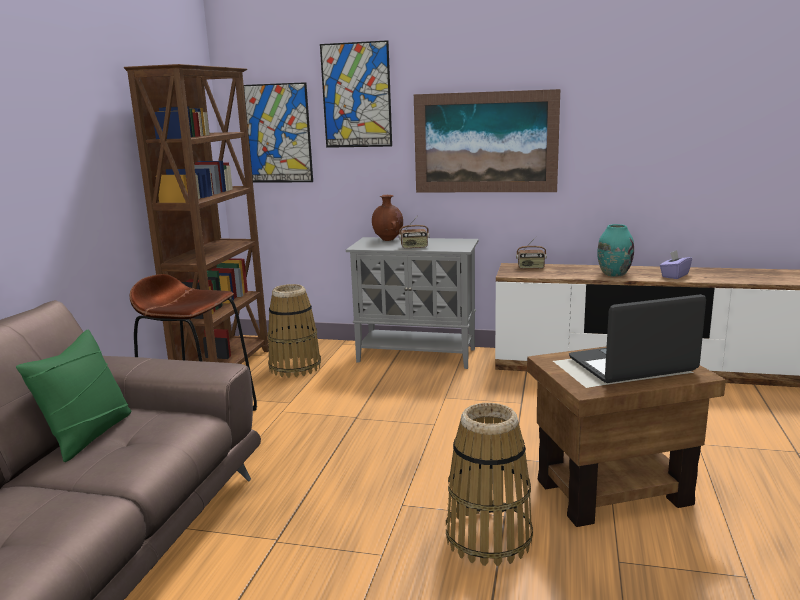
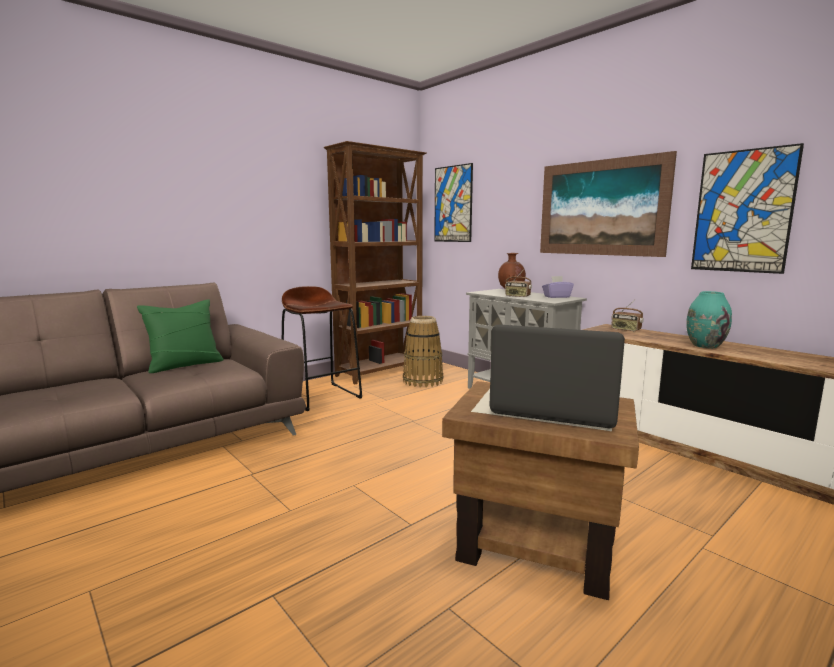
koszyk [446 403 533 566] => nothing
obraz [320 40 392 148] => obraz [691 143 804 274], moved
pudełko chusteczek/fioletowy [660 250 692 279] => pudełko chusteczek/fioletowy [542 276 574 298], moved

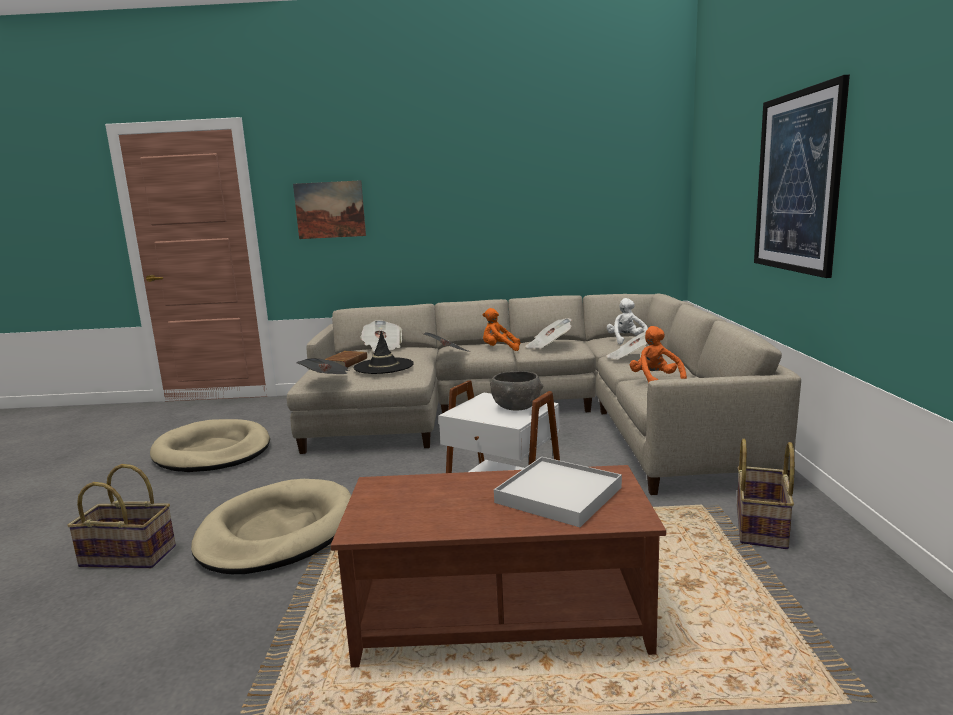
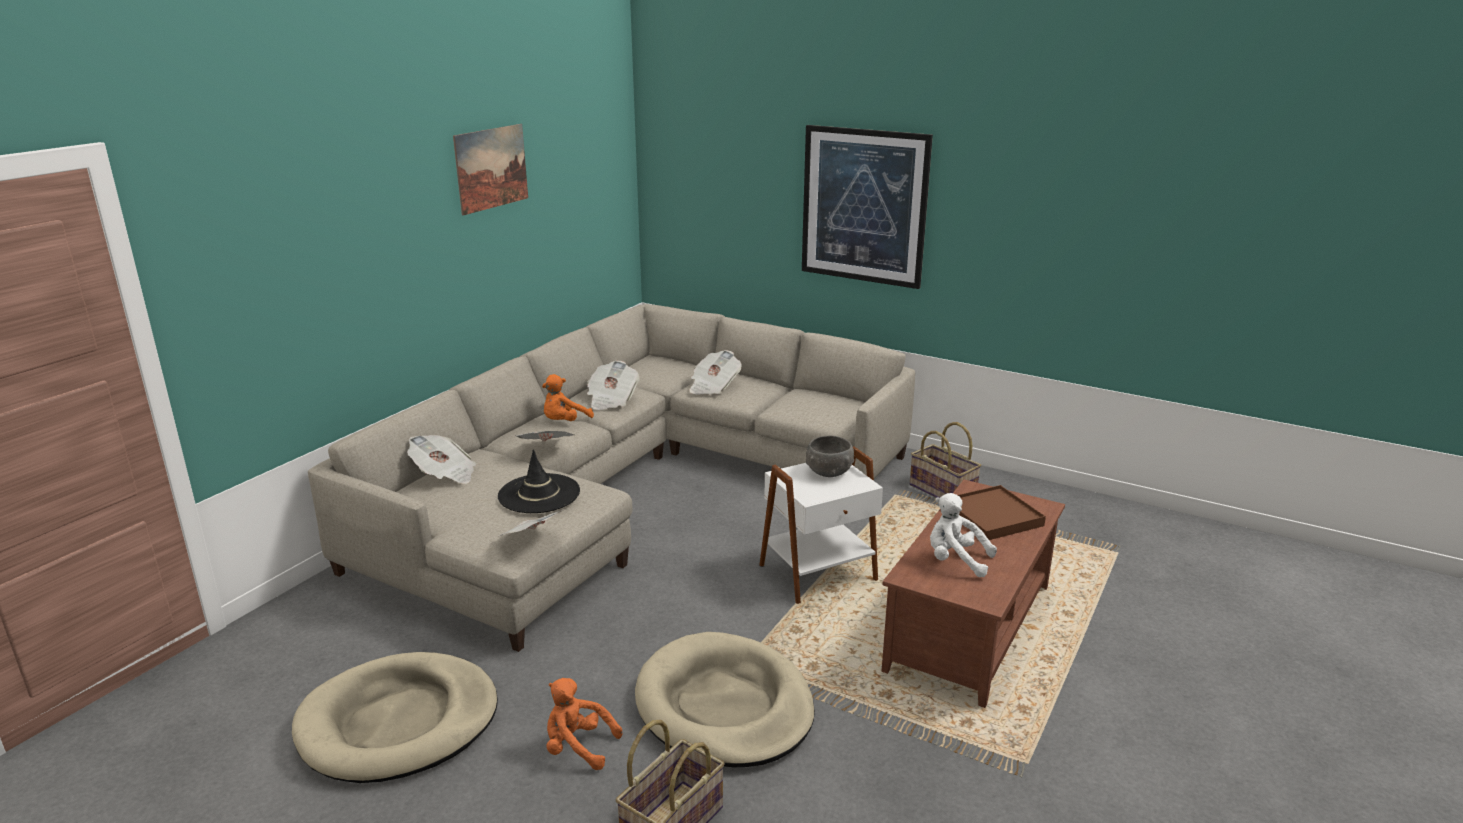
książka/brązowy [324 351 367 368] => nothing
obraz [293 180 366 239] => obraz [453 124 528 215], moved
pluszak/biały [607 298 648 345] => pluszak/biały [930 493 997 577], moved
pluszak/pomarańczowy [630 326 687 383] => pluszak/pomarańczowy [547 678 622 770], moved
taca/biały [494 457 622 527] => taca/brązowy [958 485 1046 540]

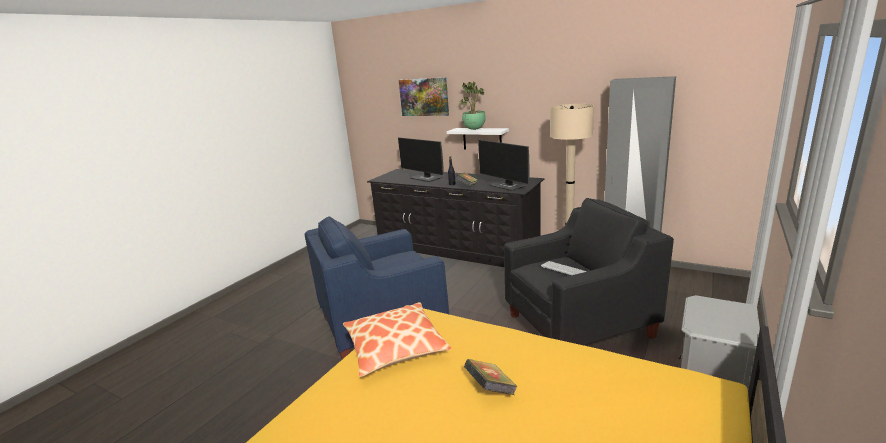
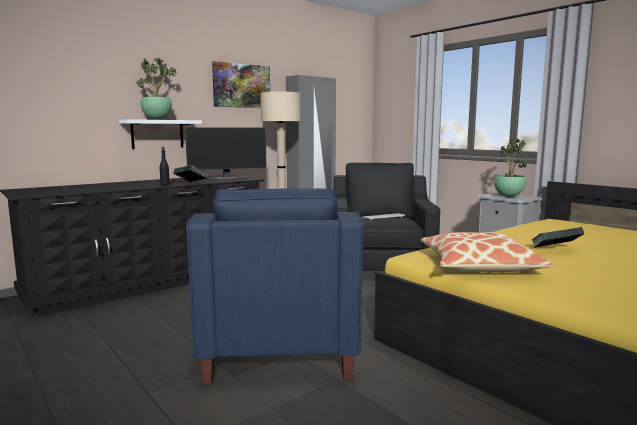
monitor [398 137 444 182] => nothing
nothing => roślina doniczkowa [494 138 528 197]
obraz [399 77 449 116] => obraz [212 61 270 108], moved

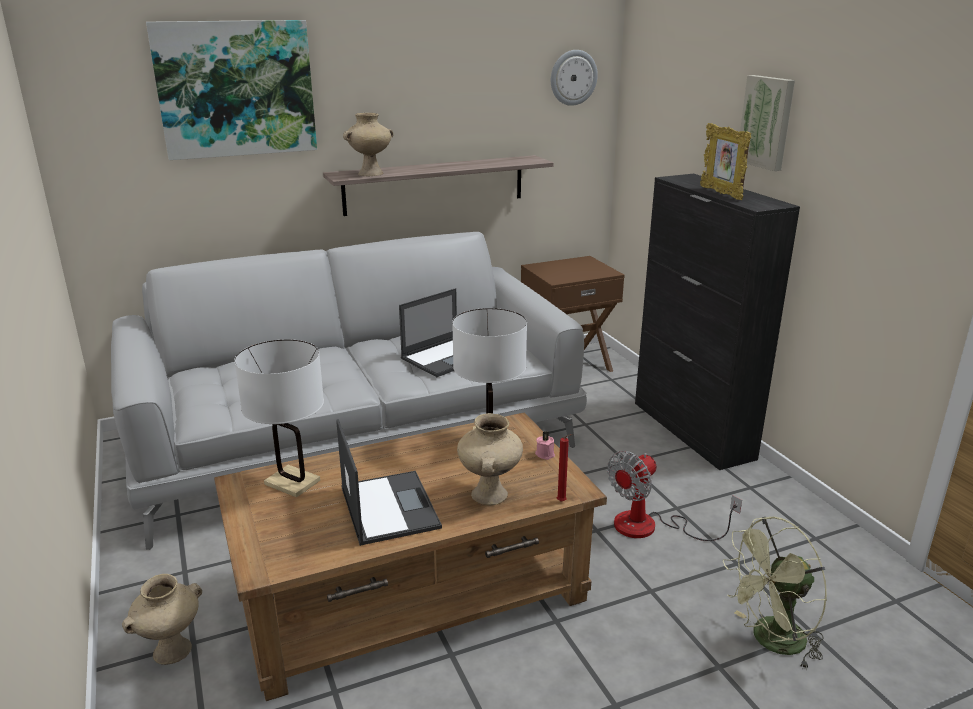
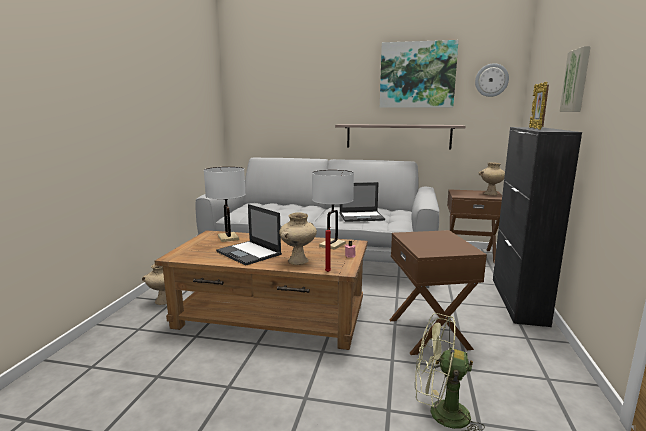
obraz [146 20 317 160] => obraz [380 40 458 108], moved
wazon/beżowy [343 113 394 176] => wazon/beżowy [479 162 505 195], moved
wentylator [607 451 742 541] => stolik/brązowy [390 230 487 355]
laptop [336 419 442 546] => laptop [216 204 282 266], 120 degrees clockwise

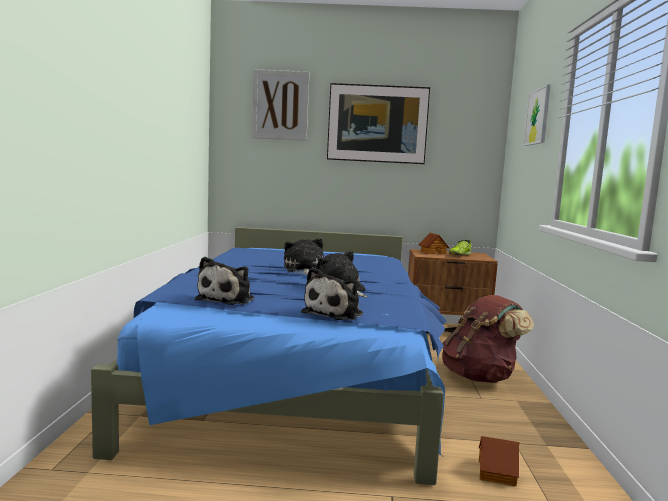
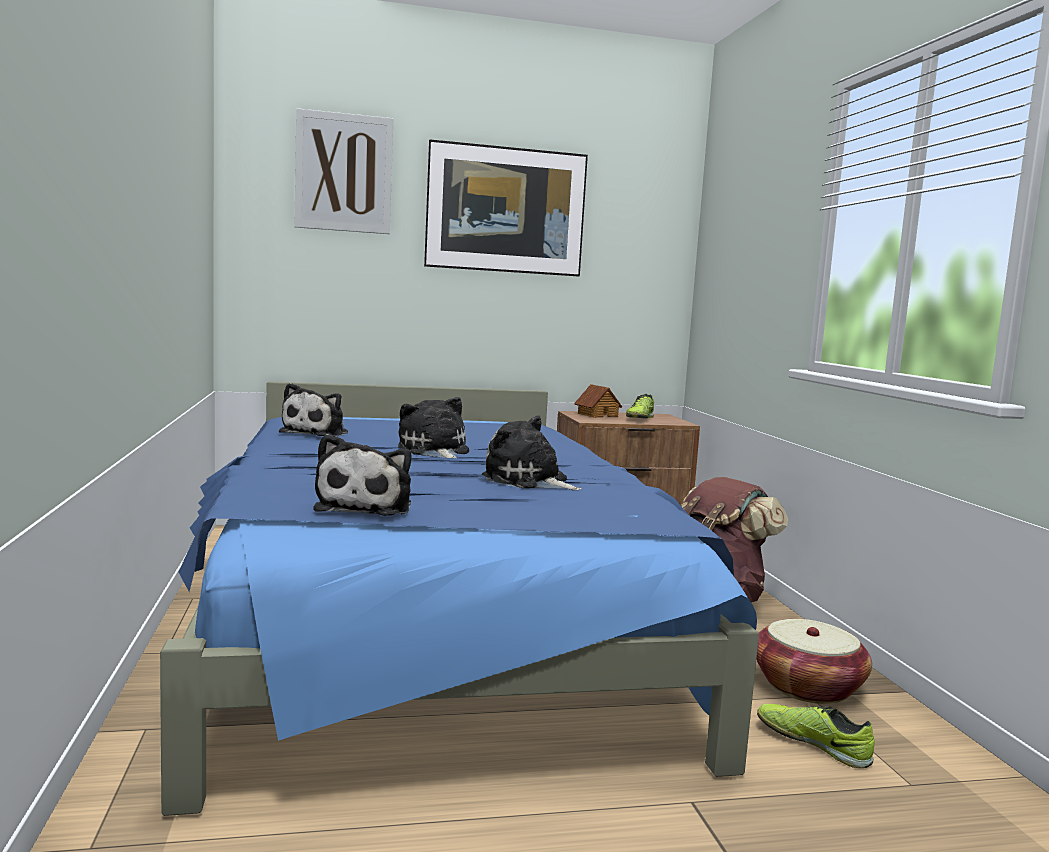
obraz [523 84 551 146] => nothing
nothing => koszyk [756 619 872 704]
pluszak [301 267 363 320] => pluszak [279 383 348 437], moved
domek [479 436 520 486] => but [757 704 875 768]

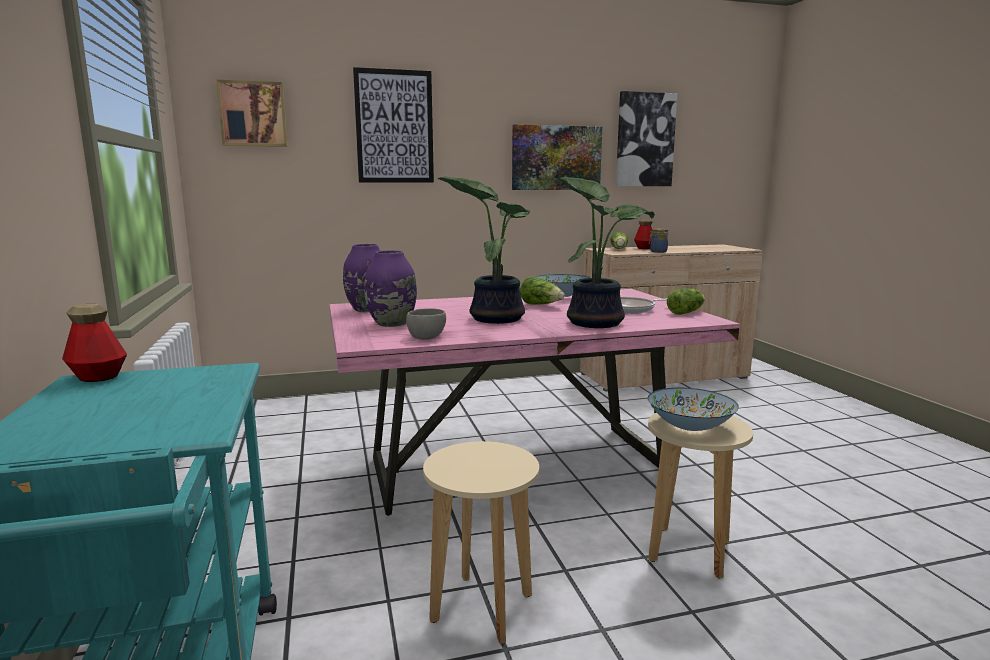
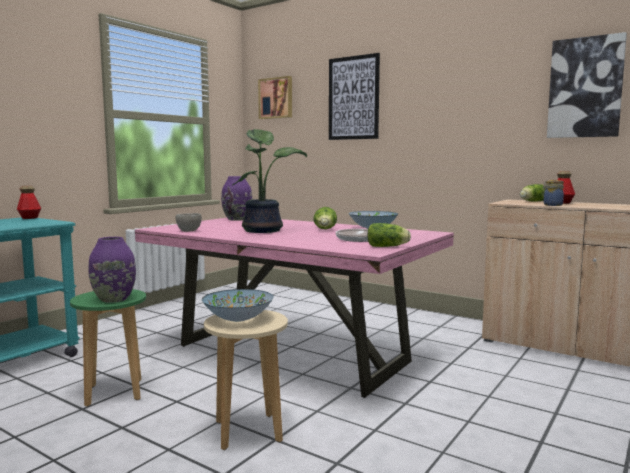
obraz [512 124 602 190] => nothing
roślina doniczkowa [556 177 655 328] => nothing
wazon/fioletowy [364 250 417 327] => wazon/fioletowy [88 237 136 303], moved
stołek/beżowy [423 441 539 644] => stołek/zielony [70 289 146 407]

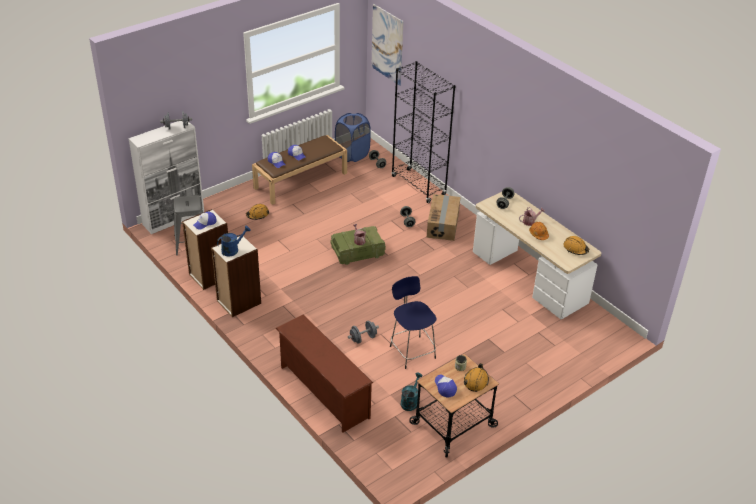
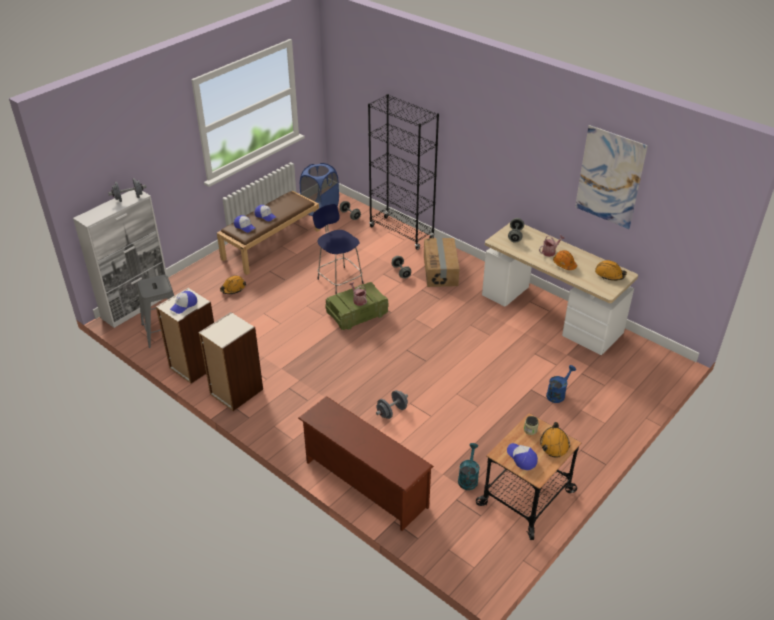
konewka/niebieski [217 226 251 257] => konewka/niebieski [546 365 576 403], moved
obraz [371 4 403 86] => obraz [575 125 648 229], moved
stołek/niebieski [390 276 437 369] => stołek/niebieski [313 204 363 294], moved

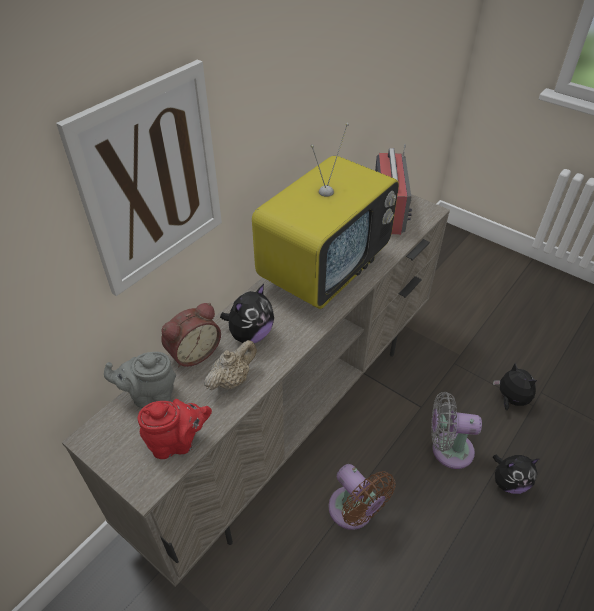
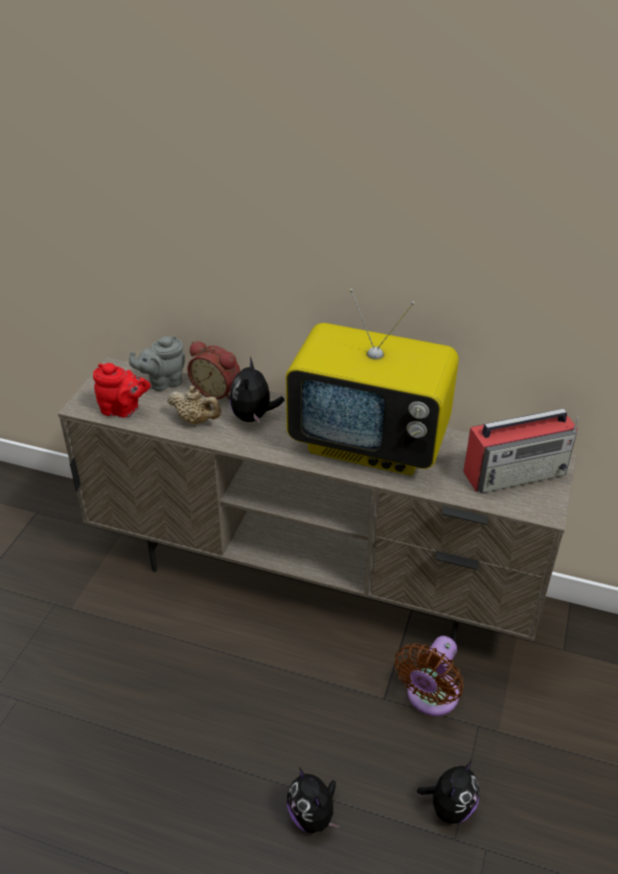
obraz [56 59 222 296] => nothing
wentylator/szary [431 392 482 469] => nothing
wentylator/brązowy [328 464 396 530] => wentylator/brązowy [394 636 463 716], moved
imbryk/szary [104 352 176 408] => imbryk/szary [129 336 185 391], 90 degrees counterclockwise
imbryk/czerwony [137 399 212 459] => imbryk/czerwony [93 363 151 418], 45 degrees counterclockwise
pluszak [220 284 274 343] => pluszak [230 357 284 423], 75 degrees clockwise

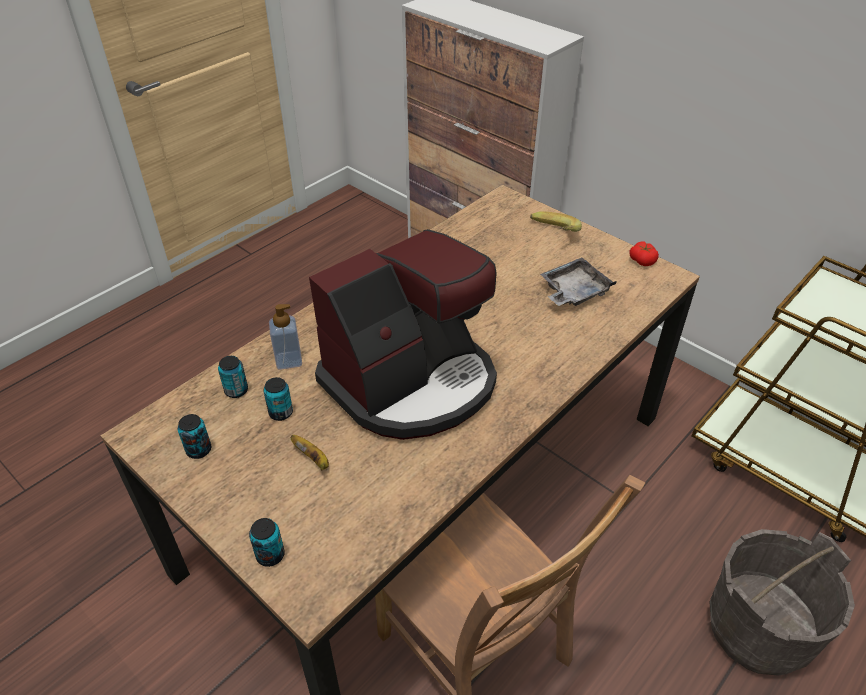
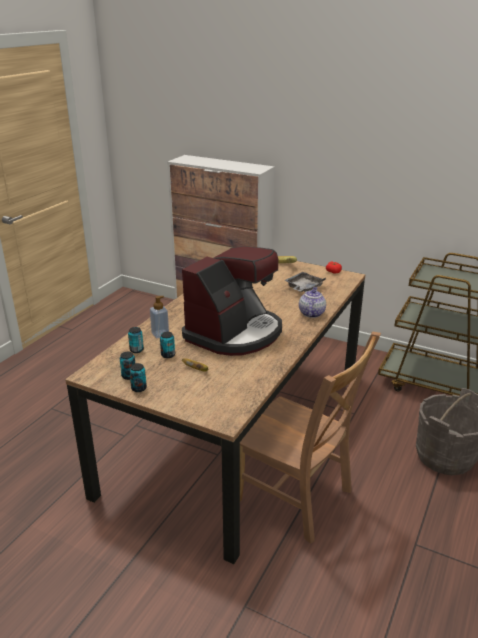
nothing => imbryk [299 287 326 318]
puszka [249 518 285 567] => puszka [129 363 147 392], moved

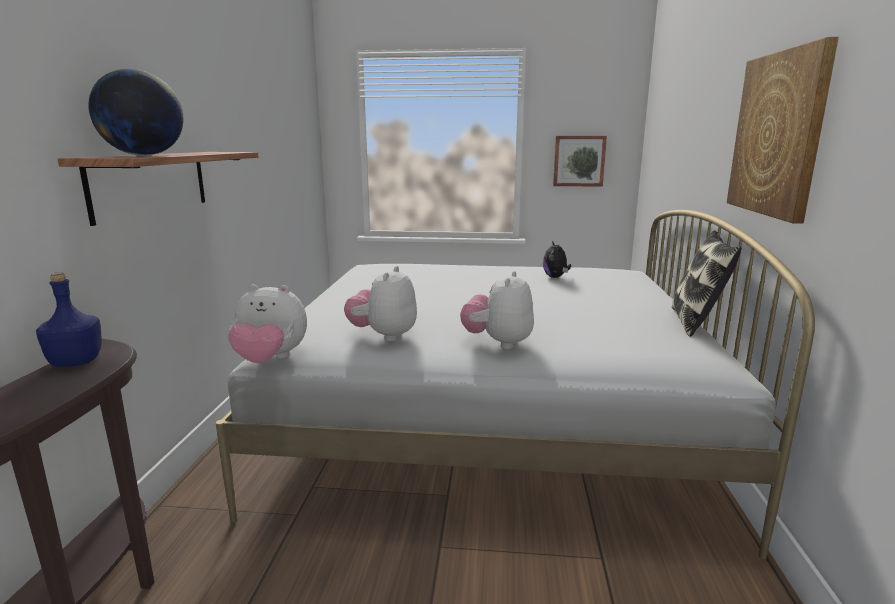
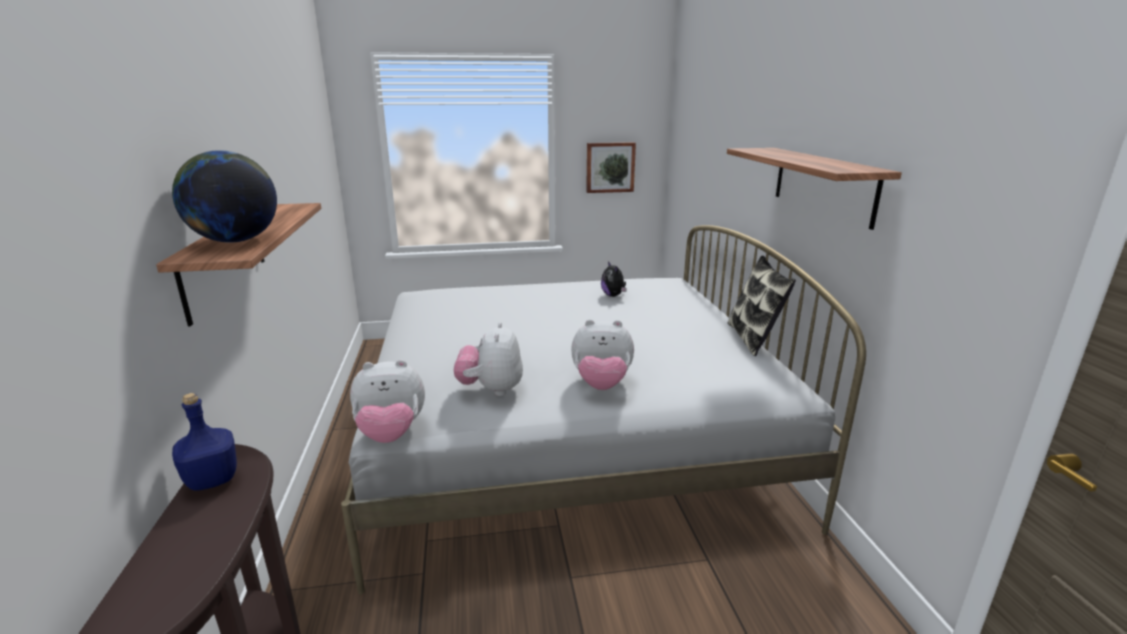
obraz [727 37 839 224] => półka [727 148 902 230]
pluszak [460 271 534 349] => pluszak [571 319 634 390], 90 degrees counterclockwise

